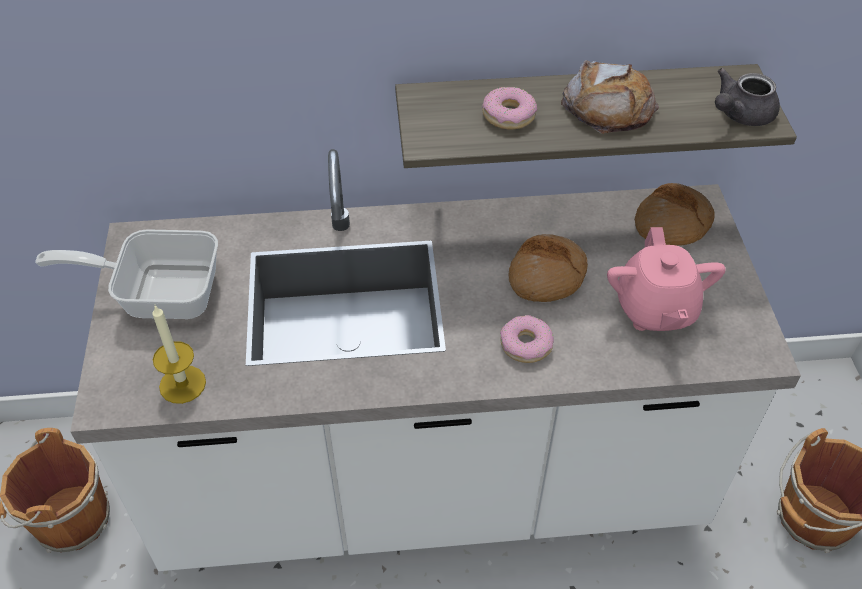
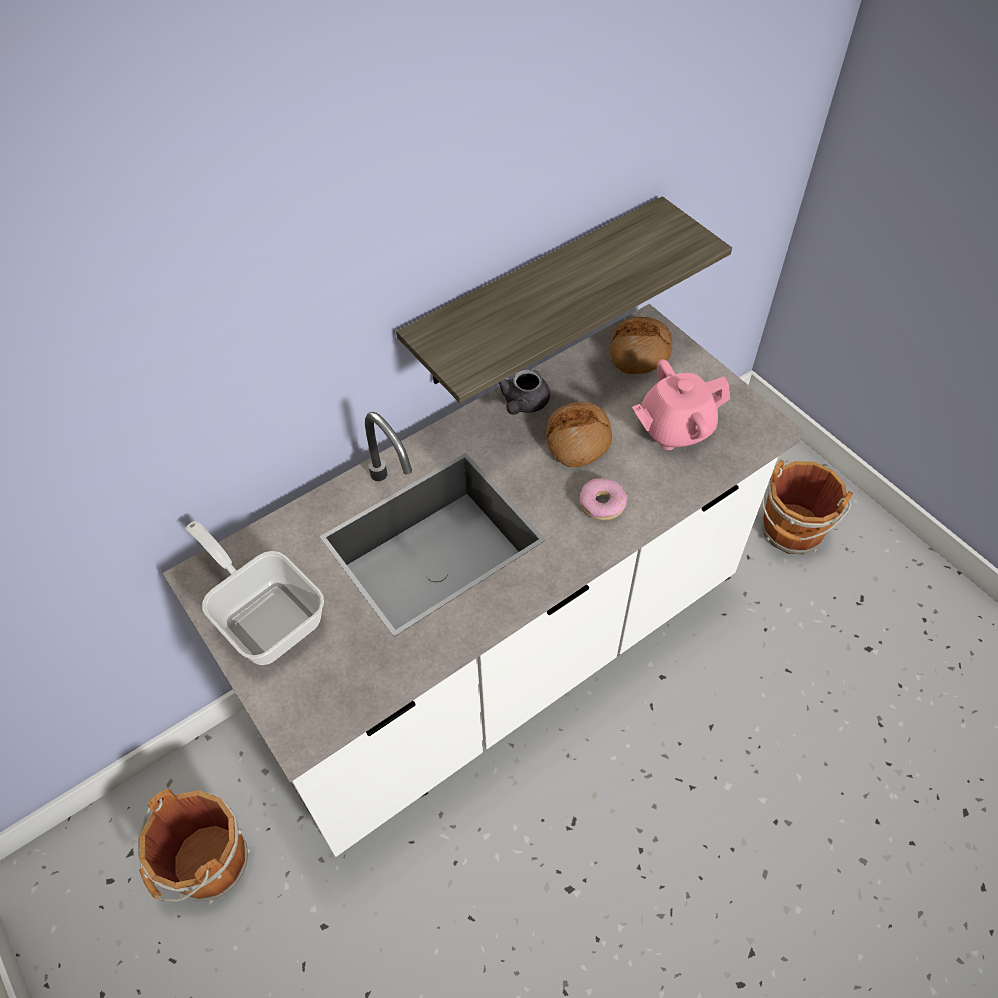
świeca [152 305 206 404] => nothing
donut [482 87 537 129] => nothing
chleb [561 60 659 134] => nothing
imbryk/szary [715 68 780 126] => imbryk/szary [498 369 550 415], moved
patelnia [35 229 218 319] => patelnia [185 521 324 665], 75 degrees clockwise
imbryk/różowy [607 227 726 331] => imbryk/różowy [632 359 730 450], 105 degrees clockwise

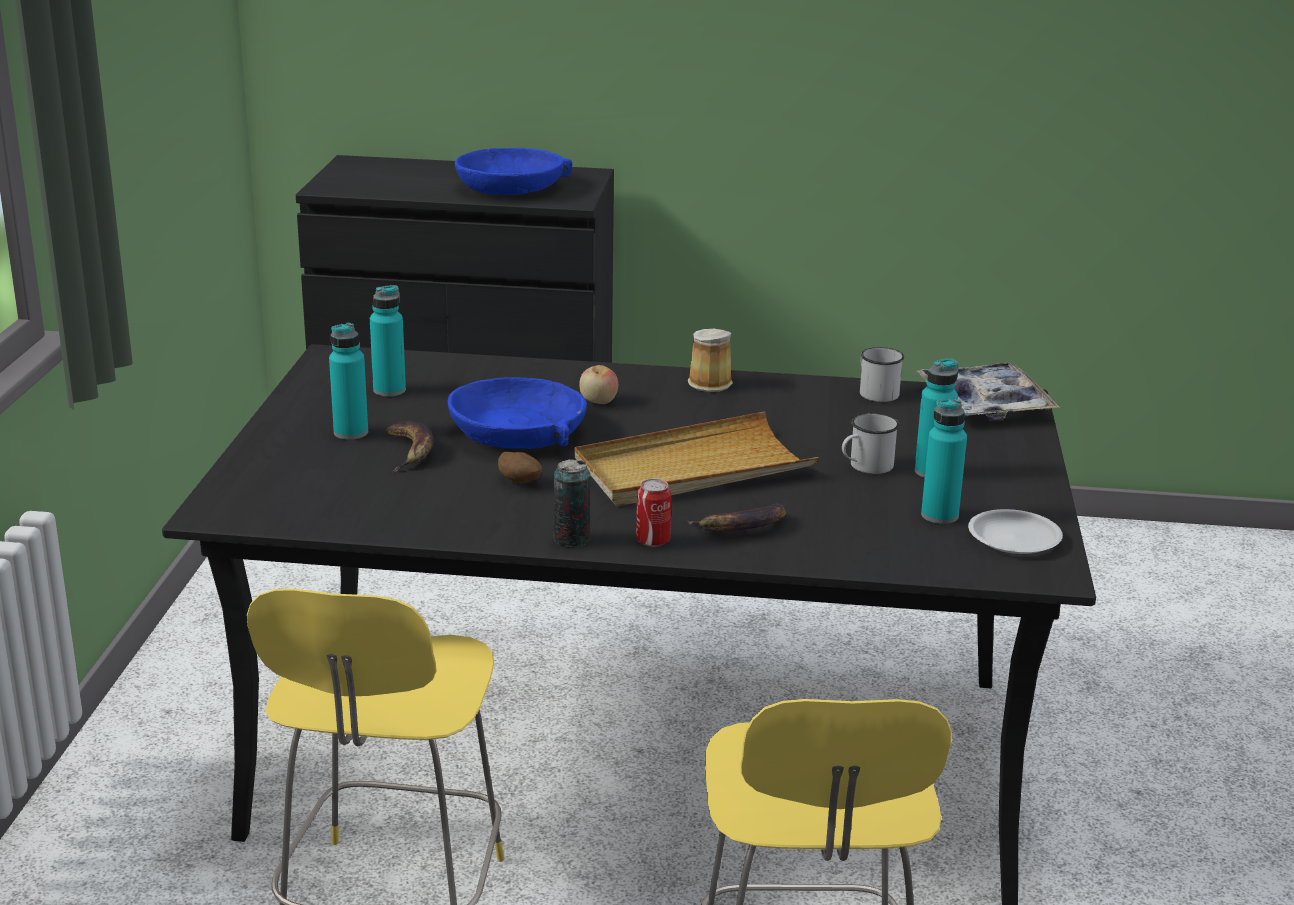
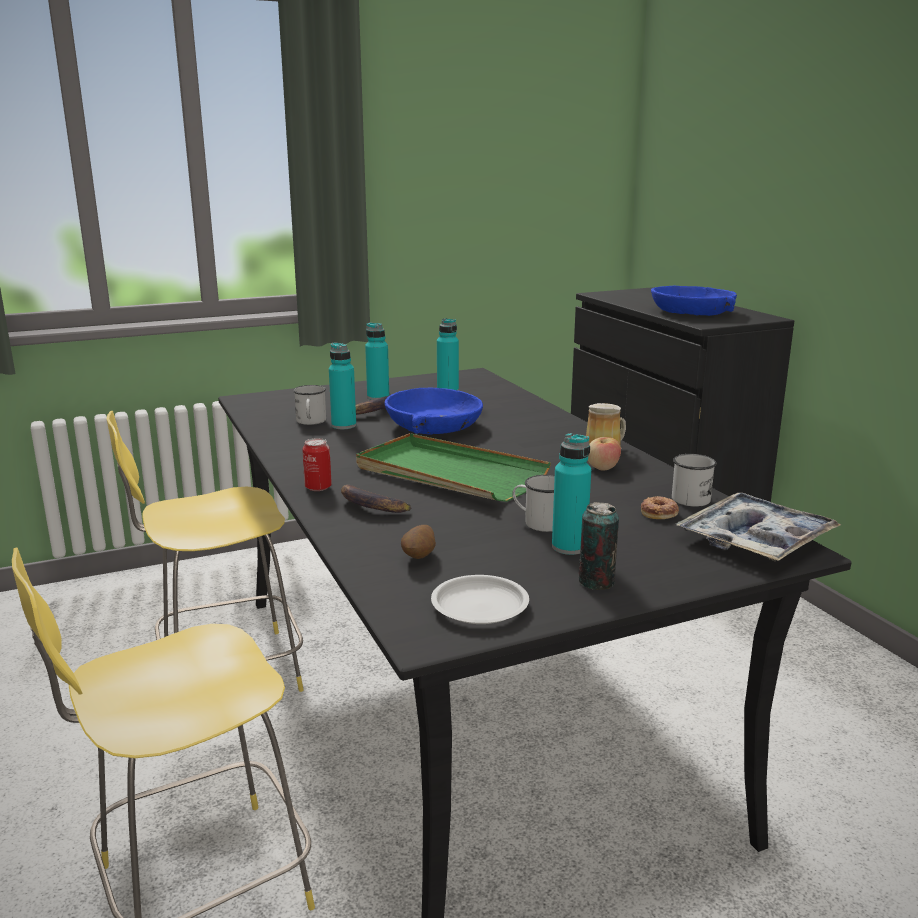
nothing => kubek/biały [293 385 326 425]
nothing => donut [641 496 679 519]
ziemniak [498 452 542 484] => ziemniak [401 525 436 559], moved
puszka [553 459 590 547] => puszka [579 502 619 590], moved
jabłko [579 365 618 404] => jabłko [588 437 621 471], moved
butelka/turkusowy [921 398 967 524] => butelka/turkusowy [329 343 356 429], moved
taca/beżowy [575 412 818 506] => taca/zielony [356 433 551 502]

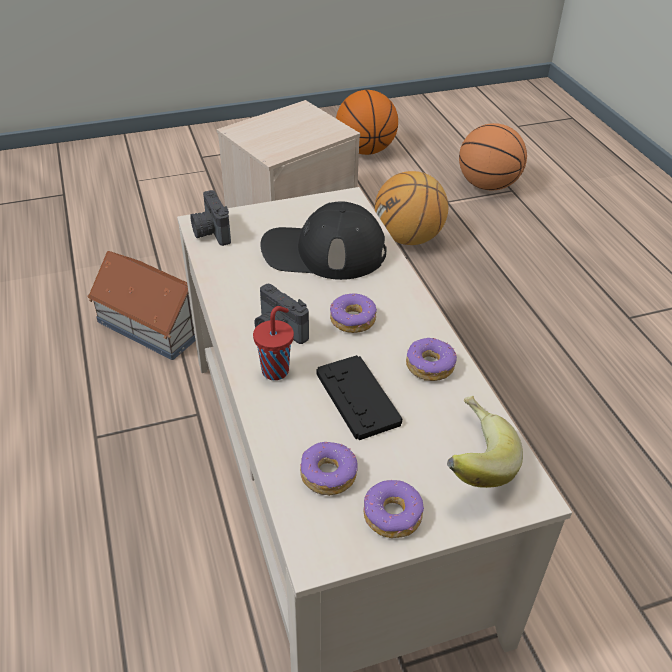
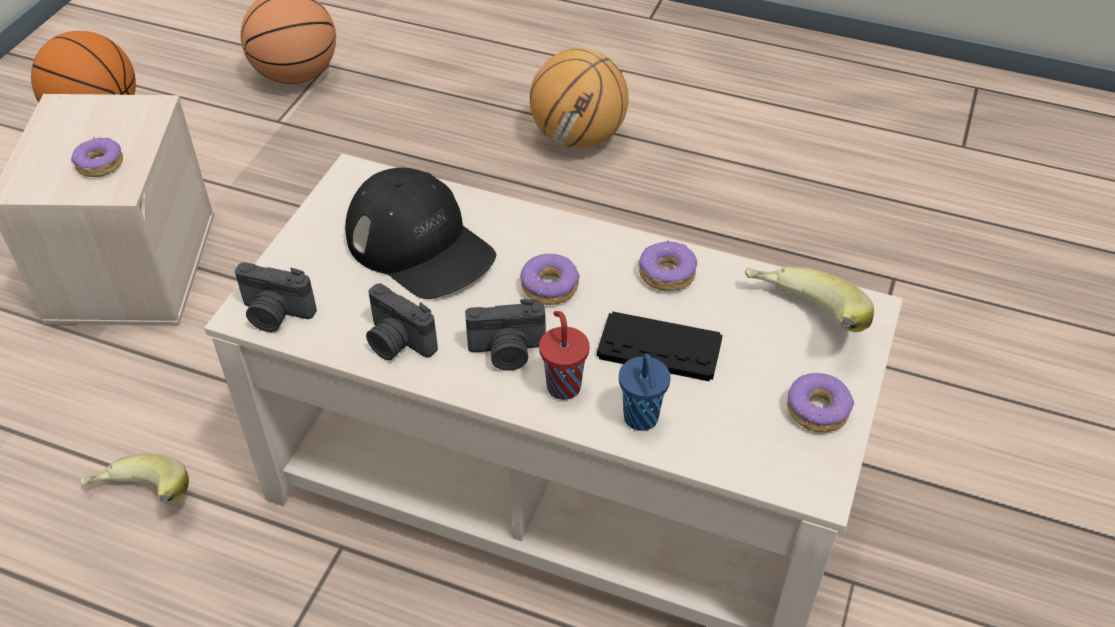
nothing => aparat fotograficzny [366 283 438 360]
nothing => filiżanka/niebieski [619 353 670 431]
donut [300 442 358 496] => donut [71 137 123 177], moved
piłka do koszykówki [375 171 448 245] => piłka do koszykówki [530 48 629 148], moved
domek [87 251 195 360] => banan [80 453 189 503]
czapka z daszkiem/czarny [260 201 387 280] => czapka z daszkiem/czarny [345 167 496 299], 90 degrees counterclockwise

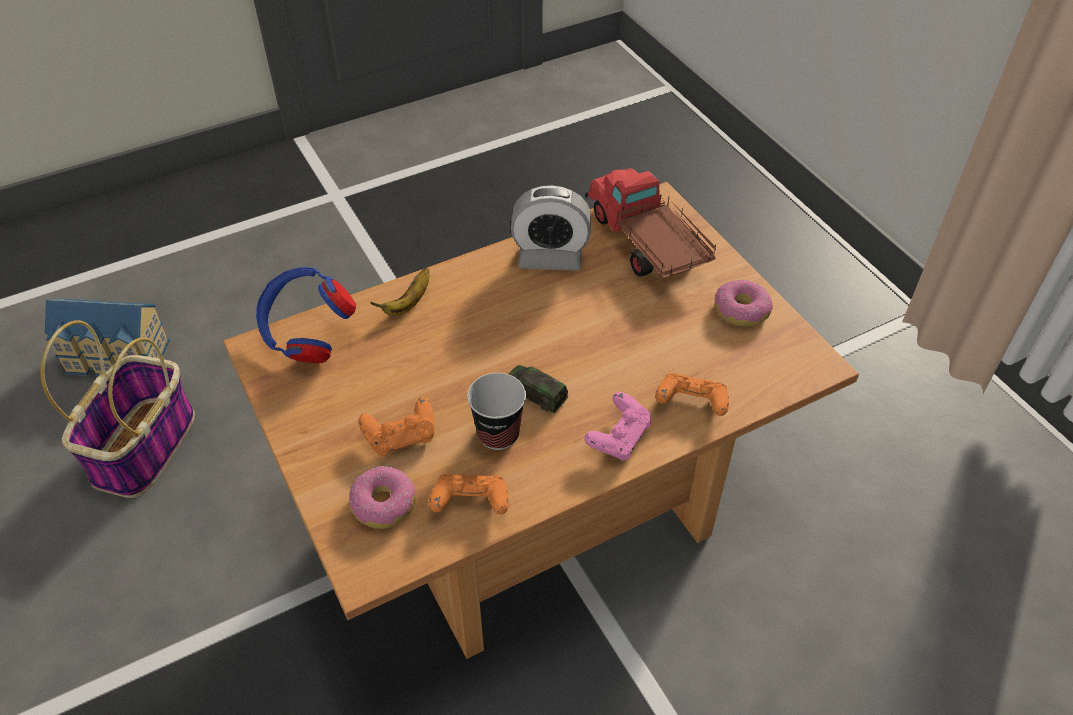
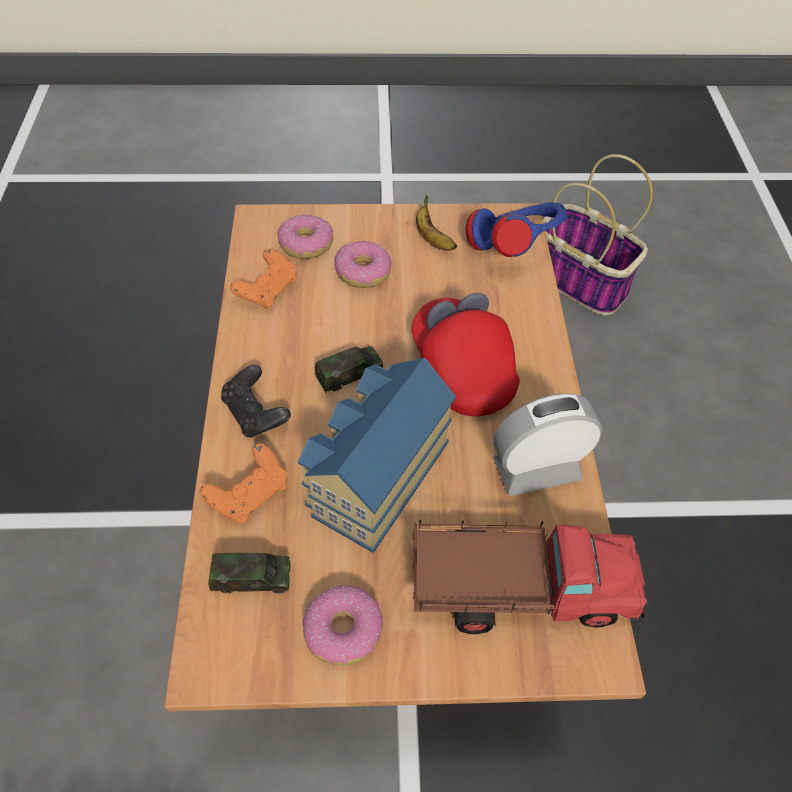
filiżanka [467 373 526 450] => nothing
nothing => samochodzik [208 553 290 594]
nothing => czapka z daszkiem/czerwony [411 292 520 416]
domek [45 299 170 376] => domek [298 358 456 553], moved
banan [371 268 429 316] => banan [416 195 457 251], moved
pad do gier/pomarańczowy [358 397 434 456] => donut [335 241 392 288]
pad do gier/różowy [584 392 651 460] => pad do gier/czarny [221 365 291 438]
budzik [511 185 591 271] => budzik [493 393 602 496], 45 degrees clockwise

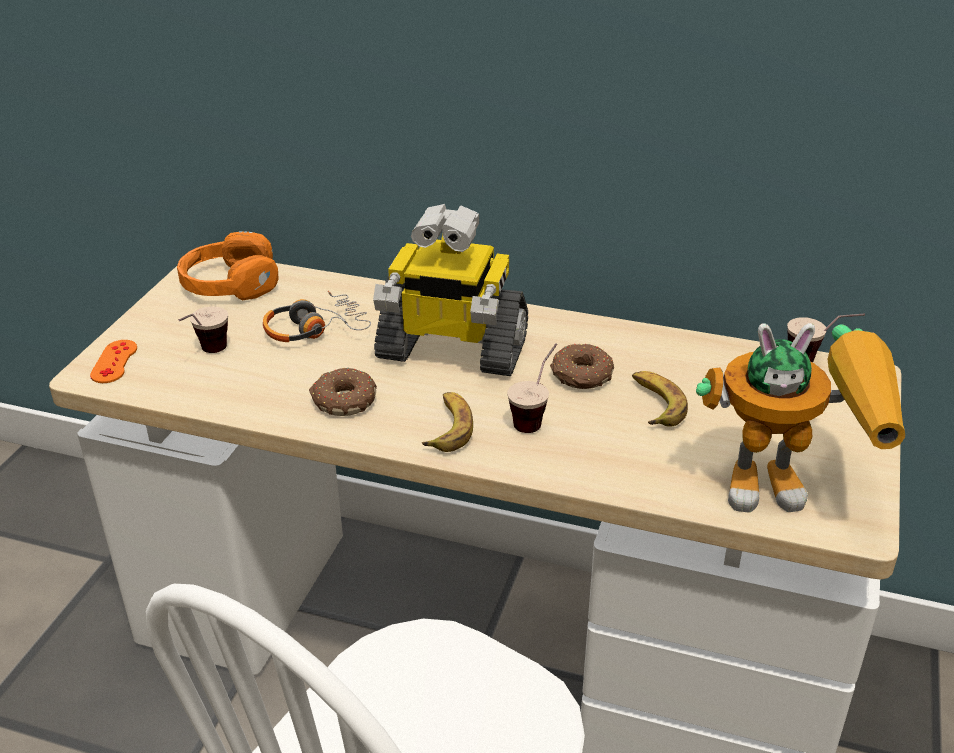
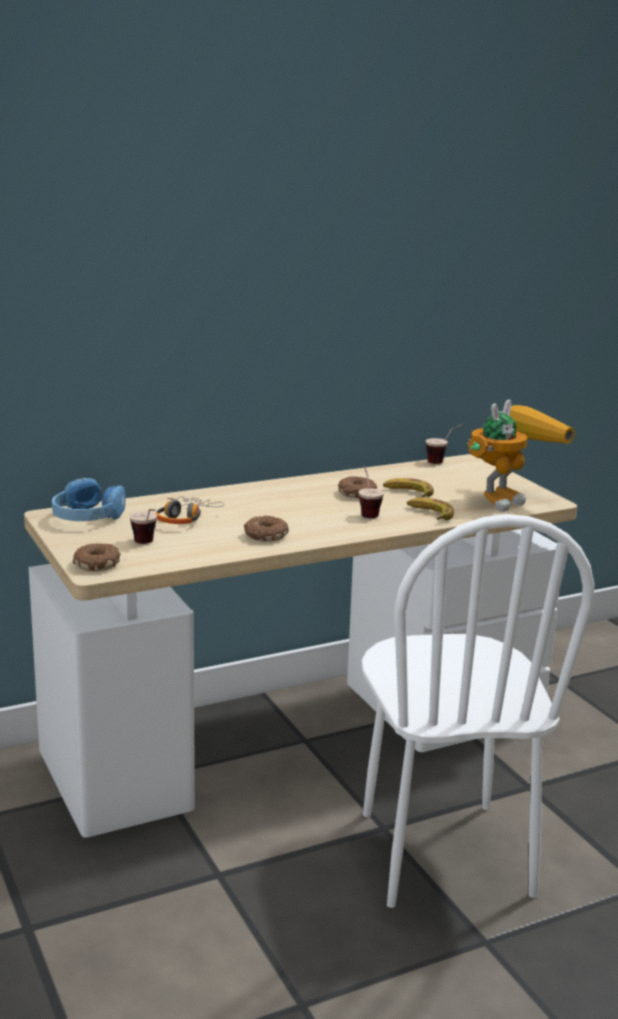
robot zabawkowy [373 204 528 376] => nothing
banan [422 392 473 452] => banan [407 498 454 520], moved
pad do gier/pomarańczowy [90 340 137 383] => donut [73 543 121 571]
słuchawki/pomarańczowy [177 232 279 300] => słuchawki/niebieski [52 478 126 521]

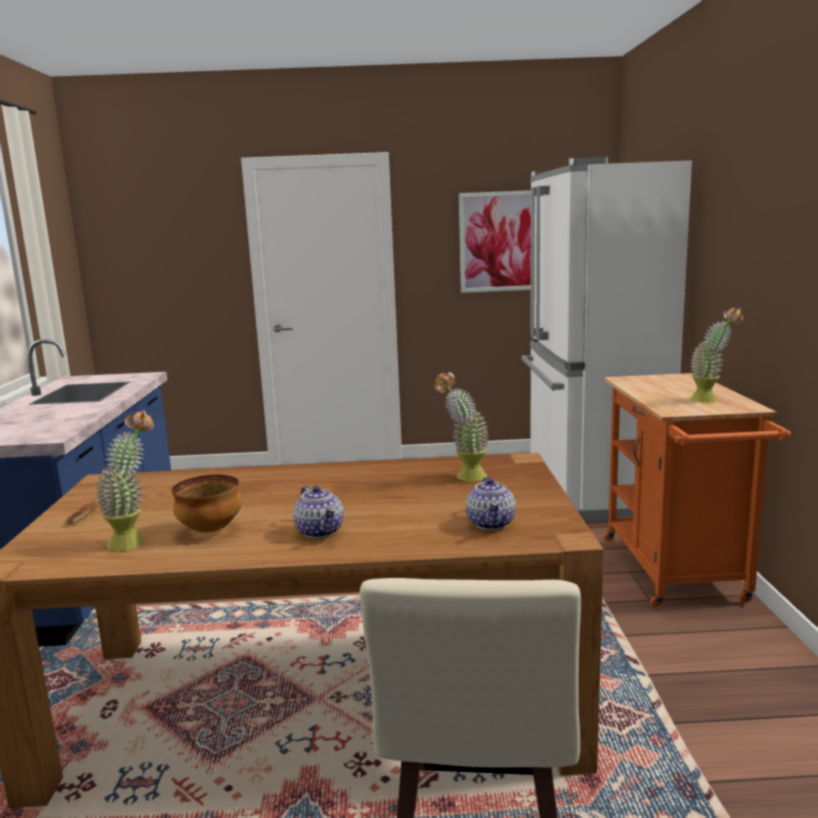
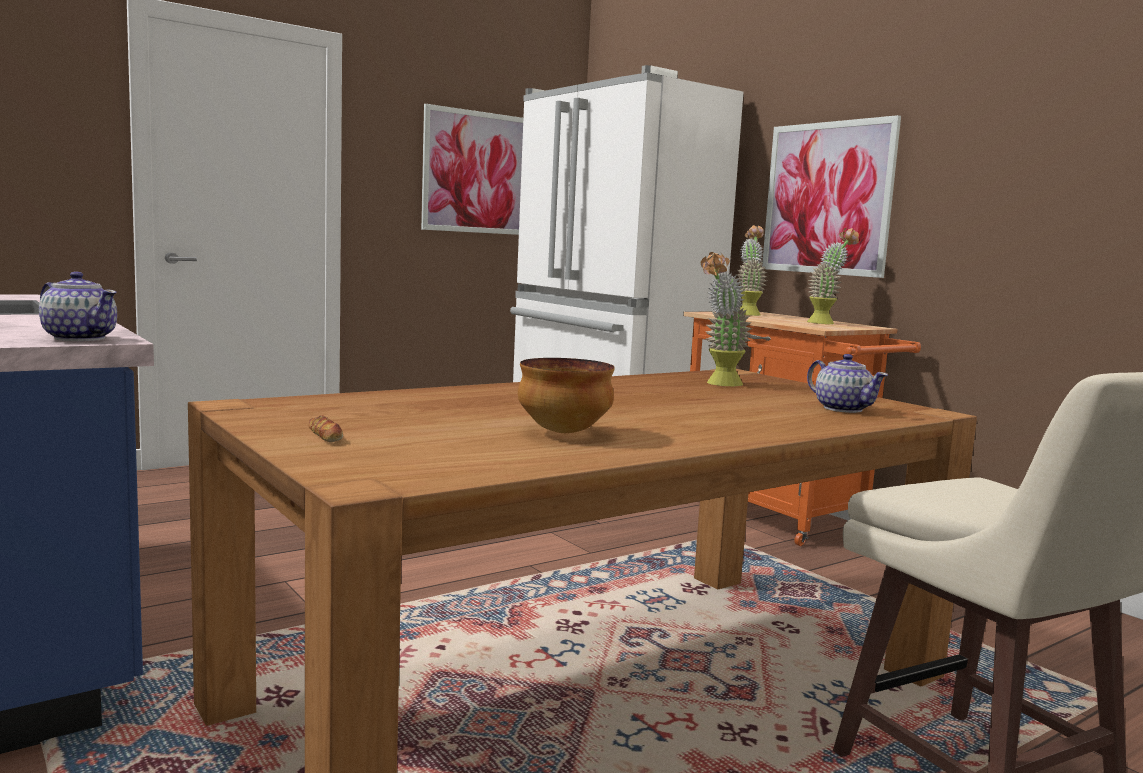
nothing => obraz [762 115 901 278]
roślina doniczkowa [95 410 154 551] => roślina doniczkowa [735 225 768 316], moved
imbryk [293 486 344 538] => imbryk [39 272 117 341], moved

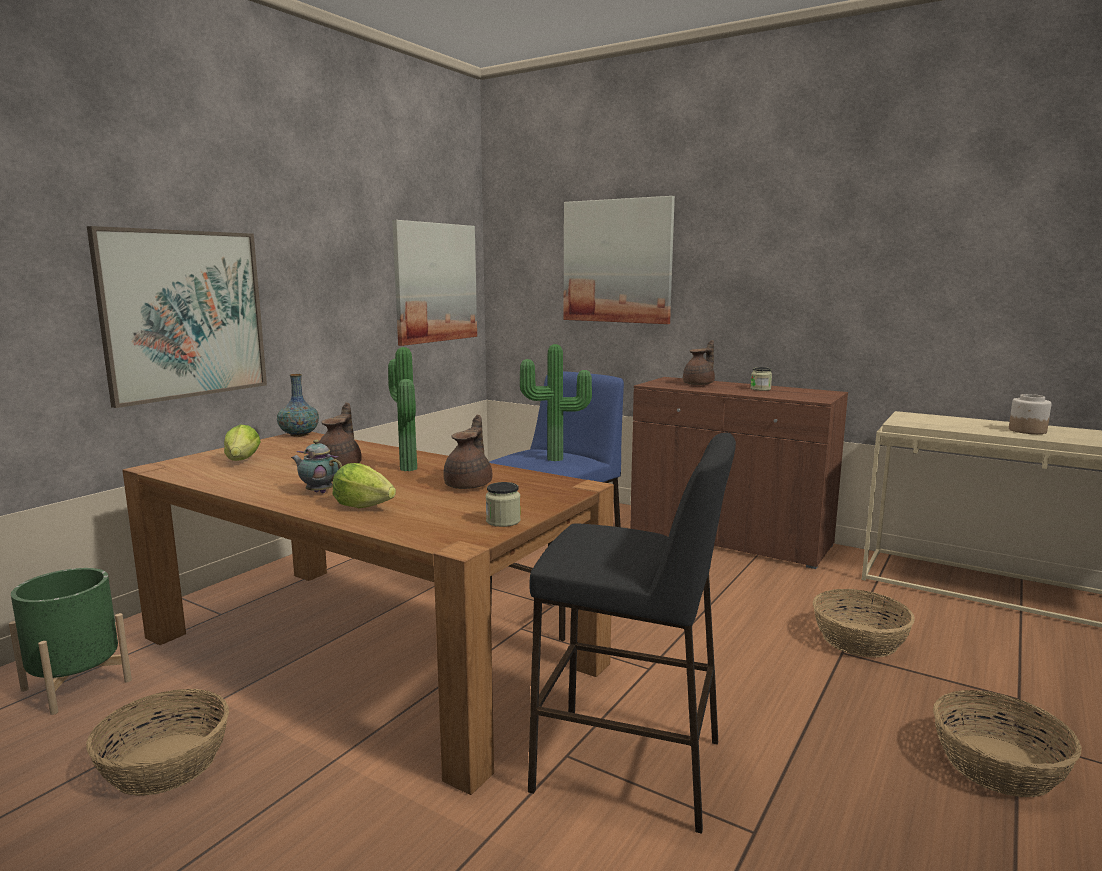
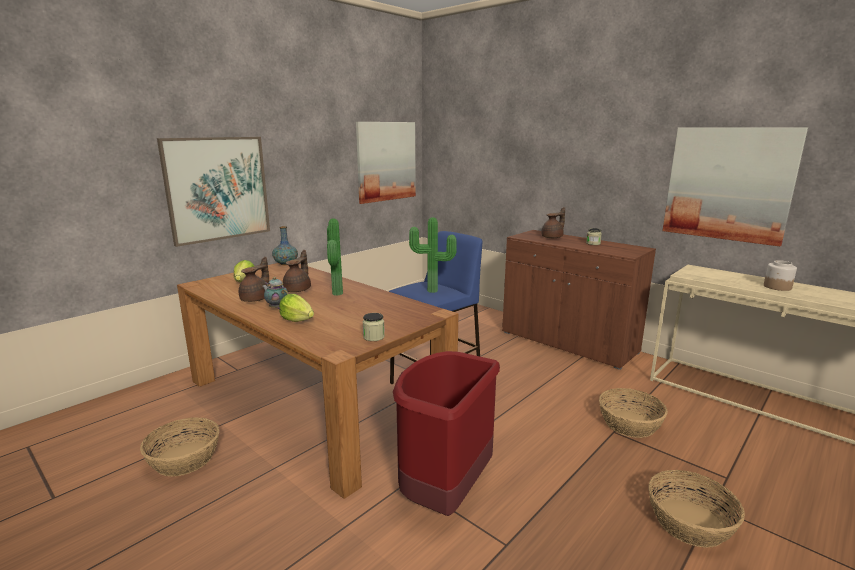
donica/zielony [9 568 132 715] => nothing
imbryk/brązowy [443 415 492 489] => imbryk/brązowy [239 257 269 302], moved
obraz [563 196 675 324] => obraz [662 127 808 247], moved
stołek/czarny [528 433 736 834] => kosz na śmieci/czerwony [393 351 500 516]

